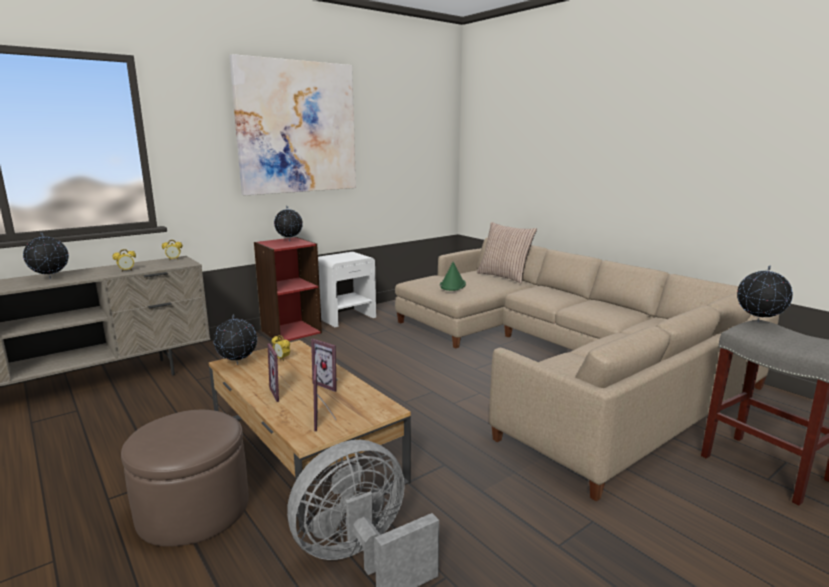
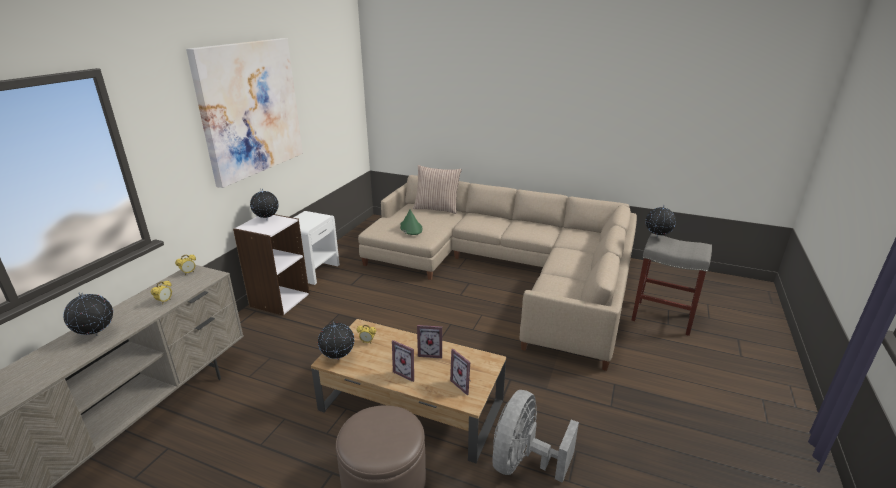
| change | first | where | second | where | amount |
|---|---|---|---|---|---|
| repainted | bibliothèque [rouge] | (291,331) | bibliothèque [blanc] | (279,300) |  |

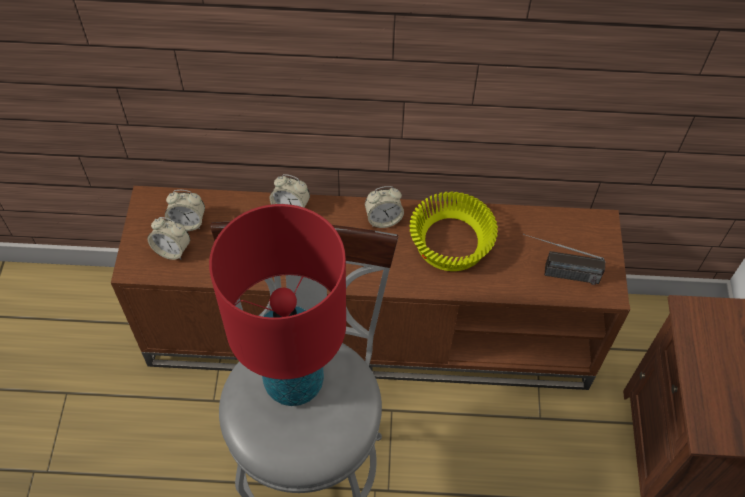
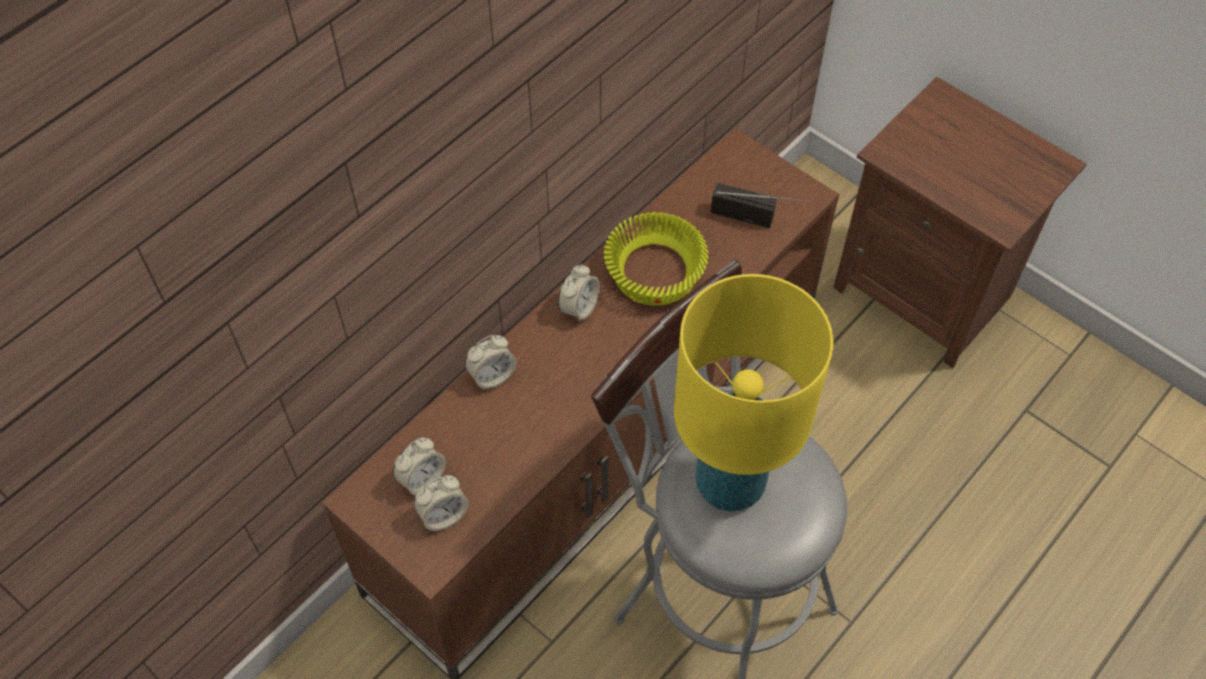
| change | first | where | second | where | amount |
|---|---|---|---|---|---|
| repainted | lampe de table [rouge] | (293,380) | lampe de table [jaune] | (729,482) |  |
| rotated | radio | (556,273) |  | (758,218) | 120 degrees counterclockwise |

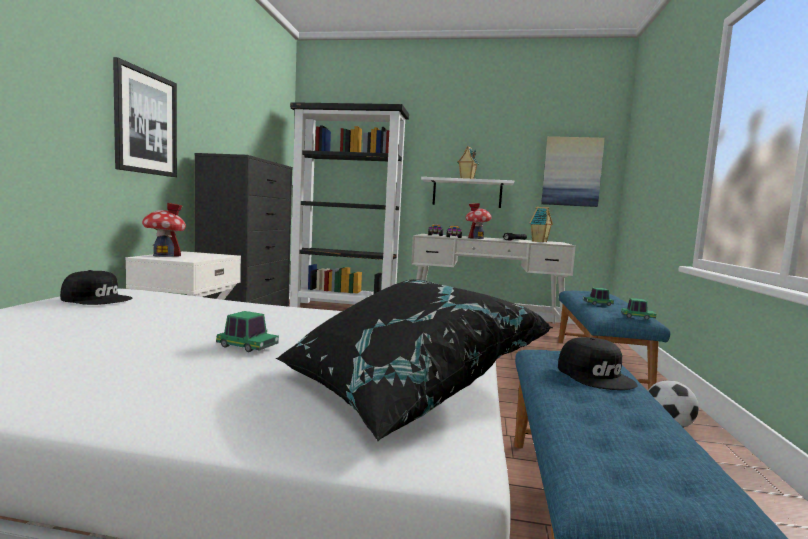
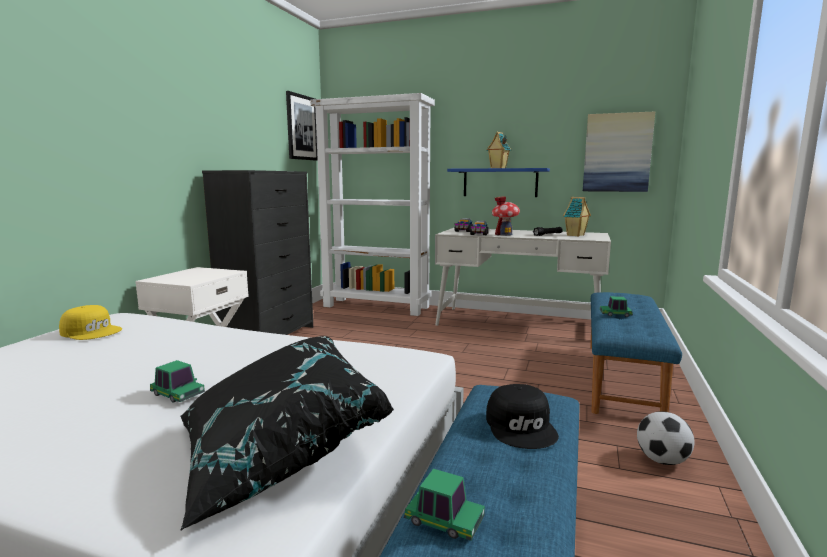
| change | first | where | second | where | amount |
|---|---|---|---|---|---|
| shifted | tableau | (145,123) |  | (302,127) |  |
| repainted | bibliothèque [noir] | (344,308) | bibliothèque [blanc] | (377,306) |  |
| repainted | étagère [blanc] | (467,193) | étagère [bleu] | (500,182) |  |
| gone | maison miniature | (164,255) |  |  |  |
| repainted | casquette [noir] | (97,299) | casquette [jaune] | (92,331) |  |
| shifted | petite voiture | (637,317) |  | (444,521) |  |

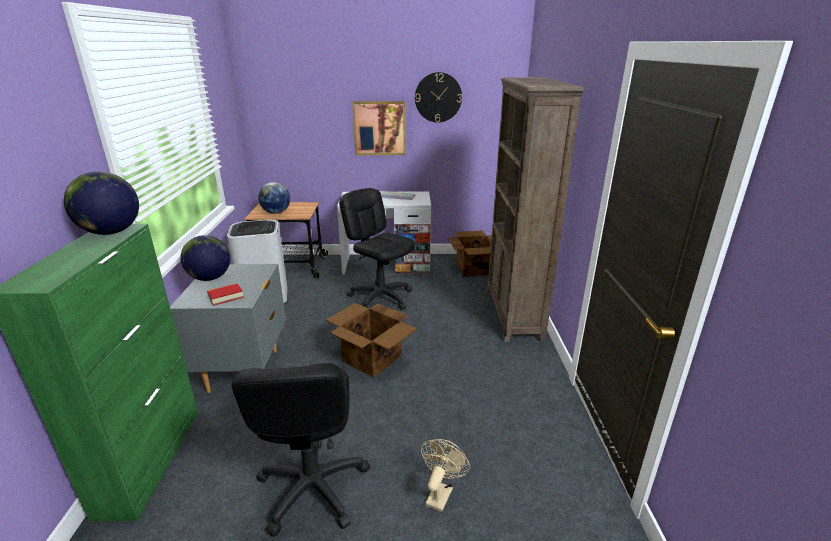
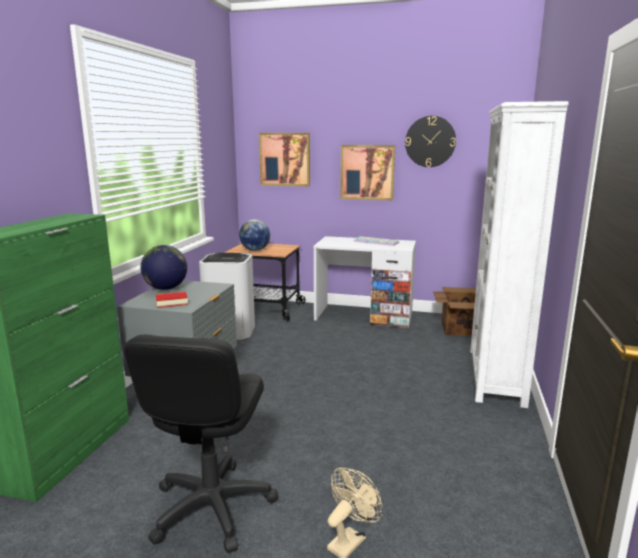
| change | first | where | second | where | amount |
|---|---|---|---|---|---|
| repainted | bibliothèque [marron] | (513,314) | bibliothèque [blanc] | (495,376) |  |
| gone | globe | (111,232) |  |  |  |
| gone | chaise de bureau [noir] | (381,297) |  |  |  |
| gone | carton | (372,359) |  |  |  |
| new |  |  | tableau | (285,159) |  |

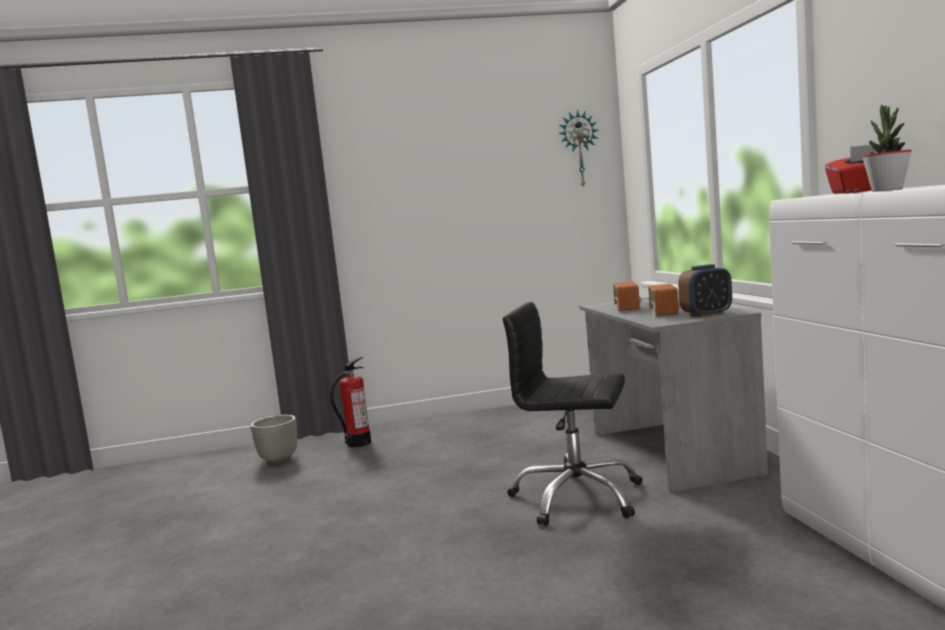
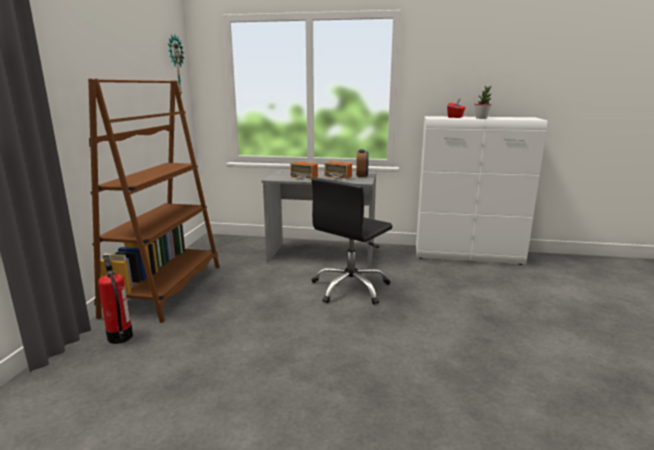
| change | first | where | second | where | amount |
|---|---|---|---|---|---|
| gone | cache-pot [gris] | (279,460) |  |  |  |
| new |  |  | bibliothèque [marron] | (165,290) |  |

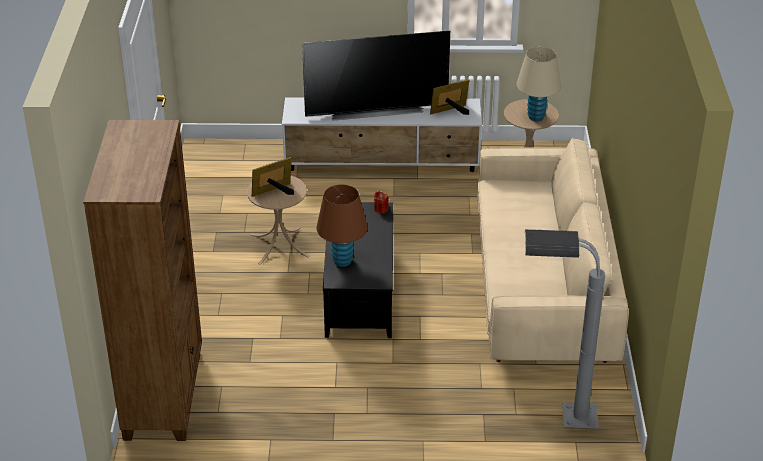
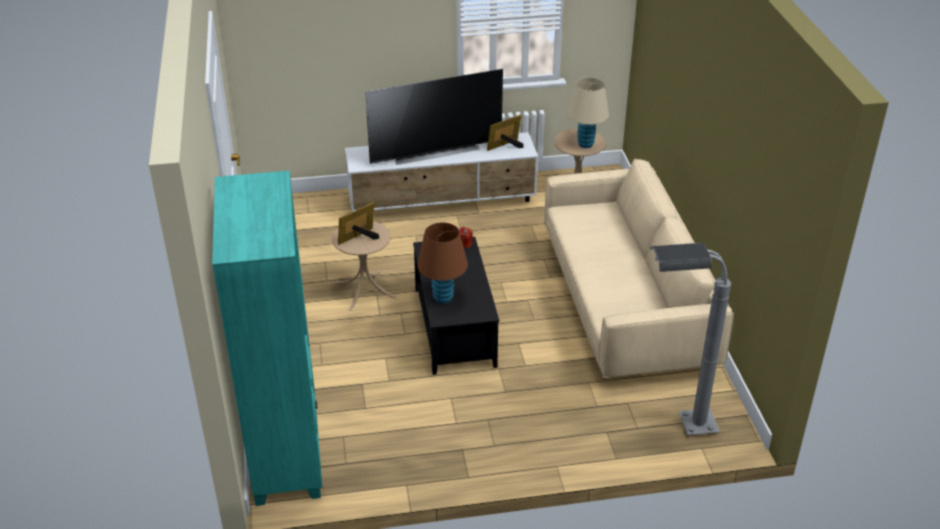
| change | first | where | second | where | amount |
|---|---|---|---|---|---|
| repainted | bibliothèque [marron] | (164,395) | bibliothèque [turquoise] | (287,453) |  |

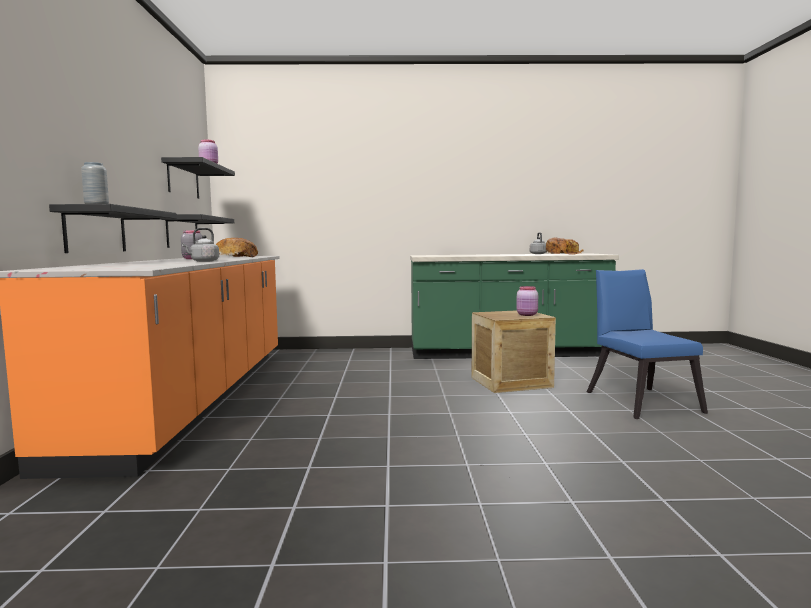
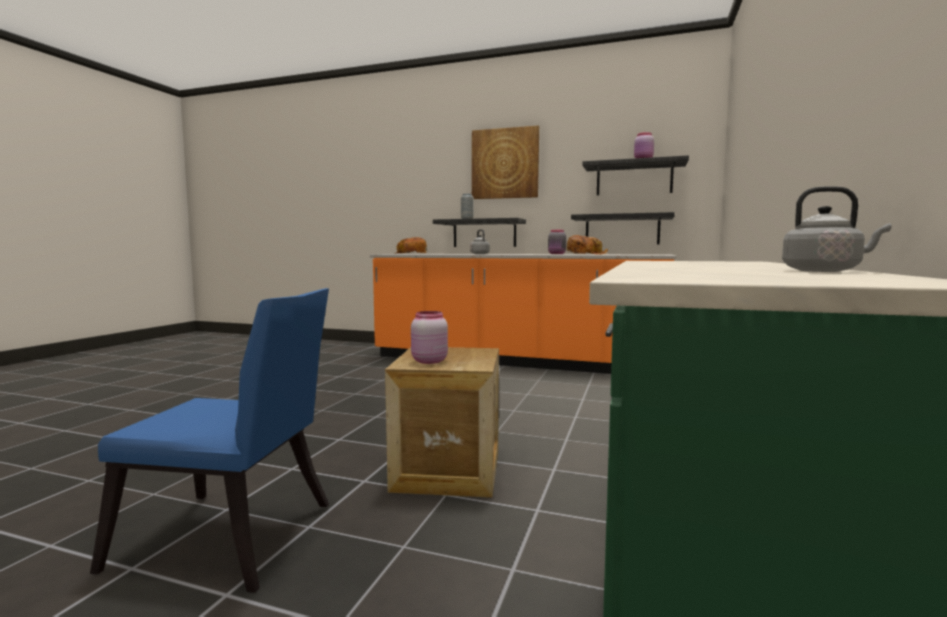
| change | first | where | second | where | amount |
|---|---|---|---|---|---|
| shifted | pain | (563,254) |  | (410,253) |  |
| new |  |  | tableau | (505,163) |  |

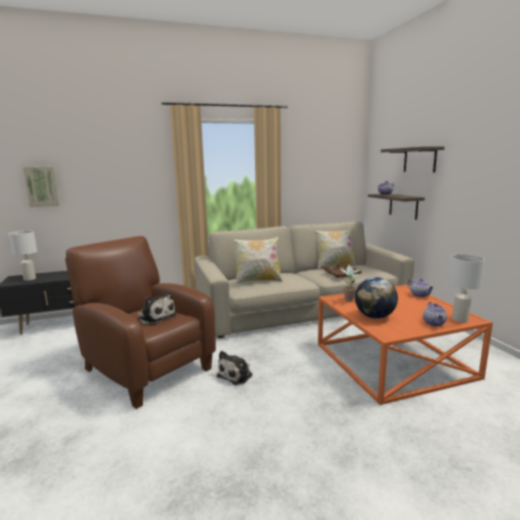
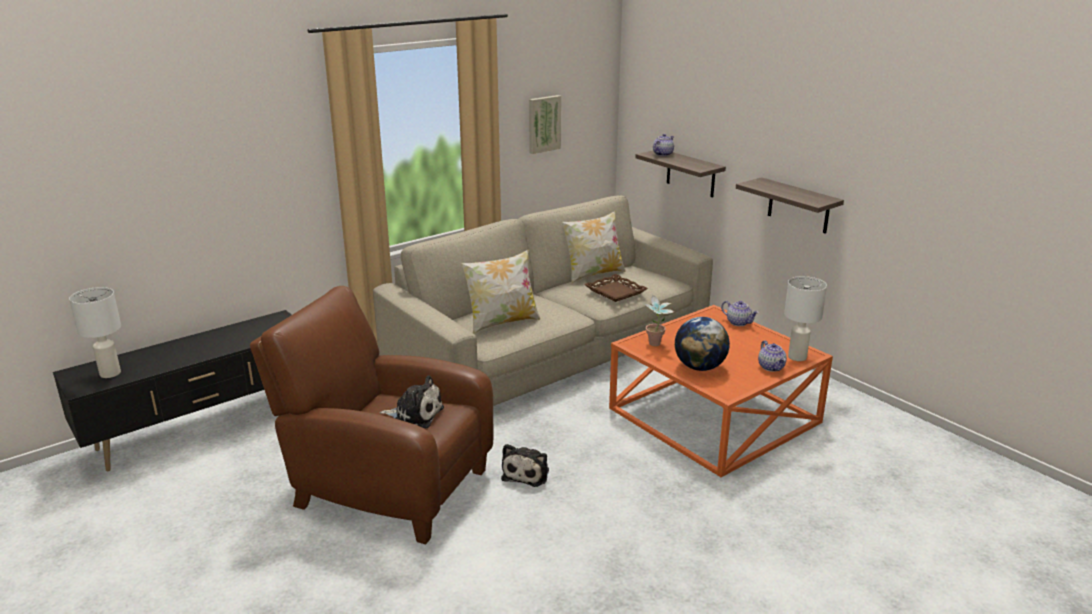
| change | first | where | second | where | amount |
|---|---|---|---|---|---|
| shifted | étagère | (419,160) |  | (798,206) |  |
| shifted | tableau | (42,186) |  | (543,124) |  |

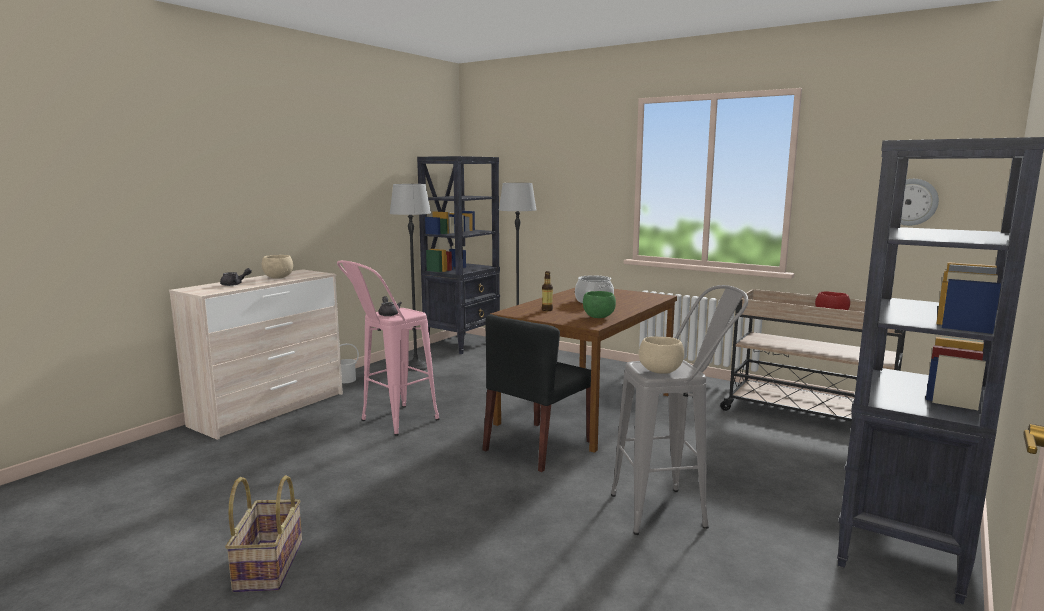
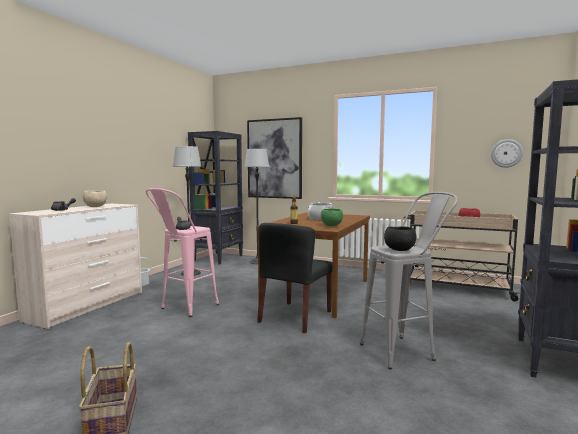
| change | first | where | second | where | amount |
|---|---|---|---|---|---|
| repainted | bol [beige] | (660,372) | bol [noir] | (399,250) |  |
| new |  |  | tableau | (274,158) |  |

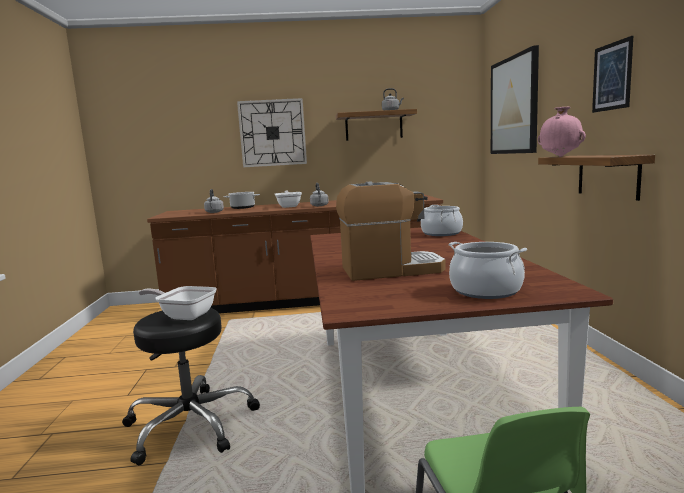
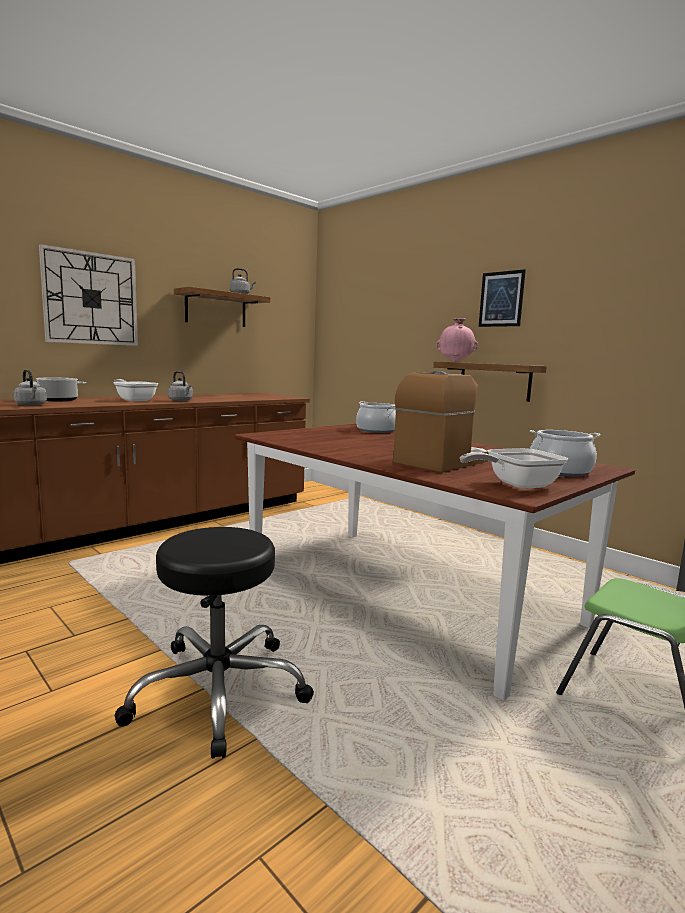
| change | first | where | second | where | amount |
|---|---|---|---|---|---|
| gone | tableau | (514,105) |  |  |  |
| shifted | poêle | (184,315) |  | (516,485) |  |

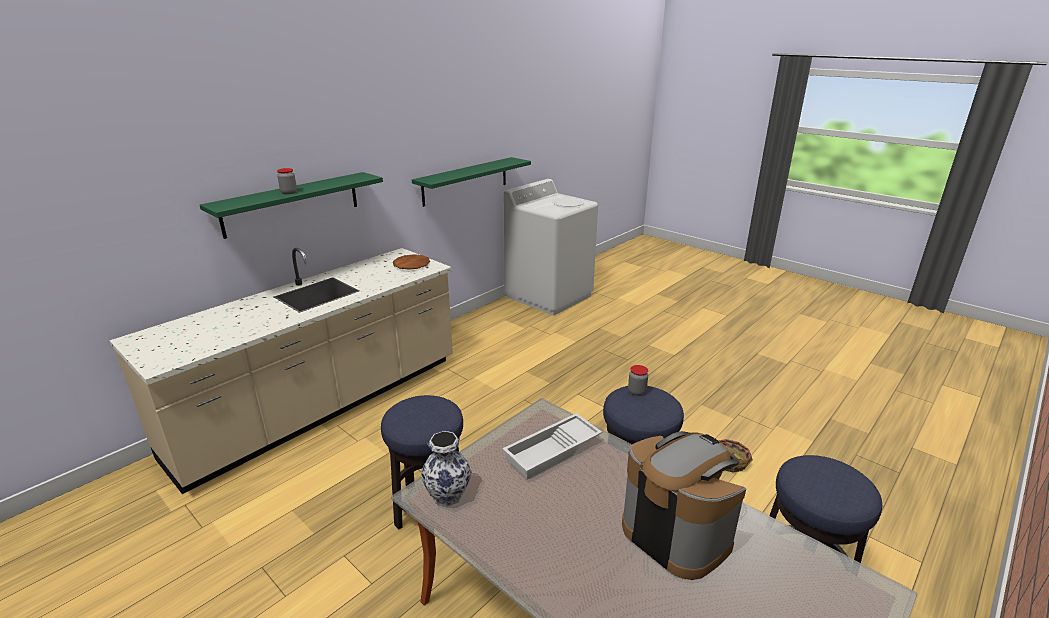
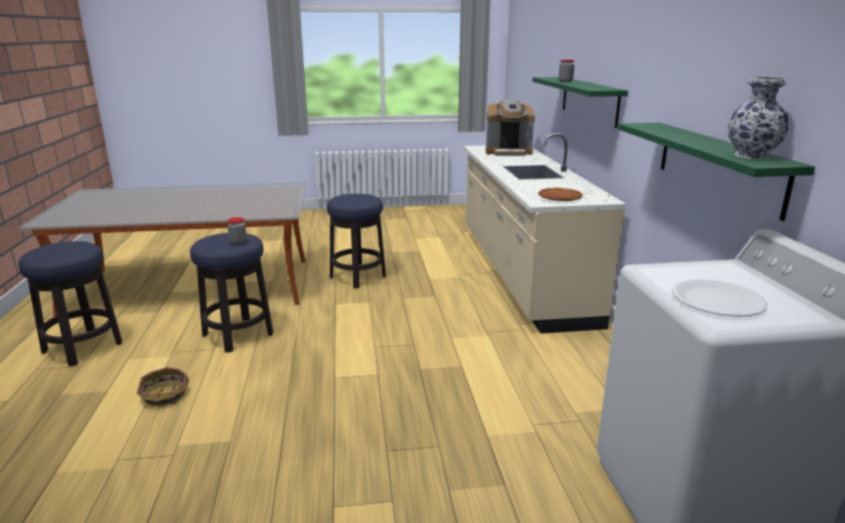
| change | first | where | second | where | amount |
|---|---|---|---|---|---|
| gone | plateau [blanc] | (553,451) |  |  |  |
| shifted | vase | (448,494) |  | (752,156) |  |
| shifted | machine à café | (675,533) |  | (508,152) |  |

